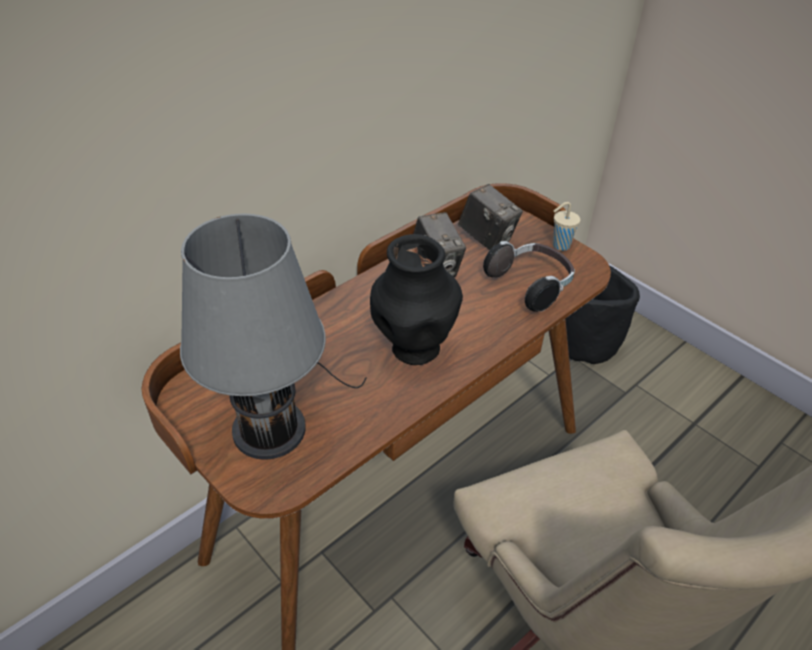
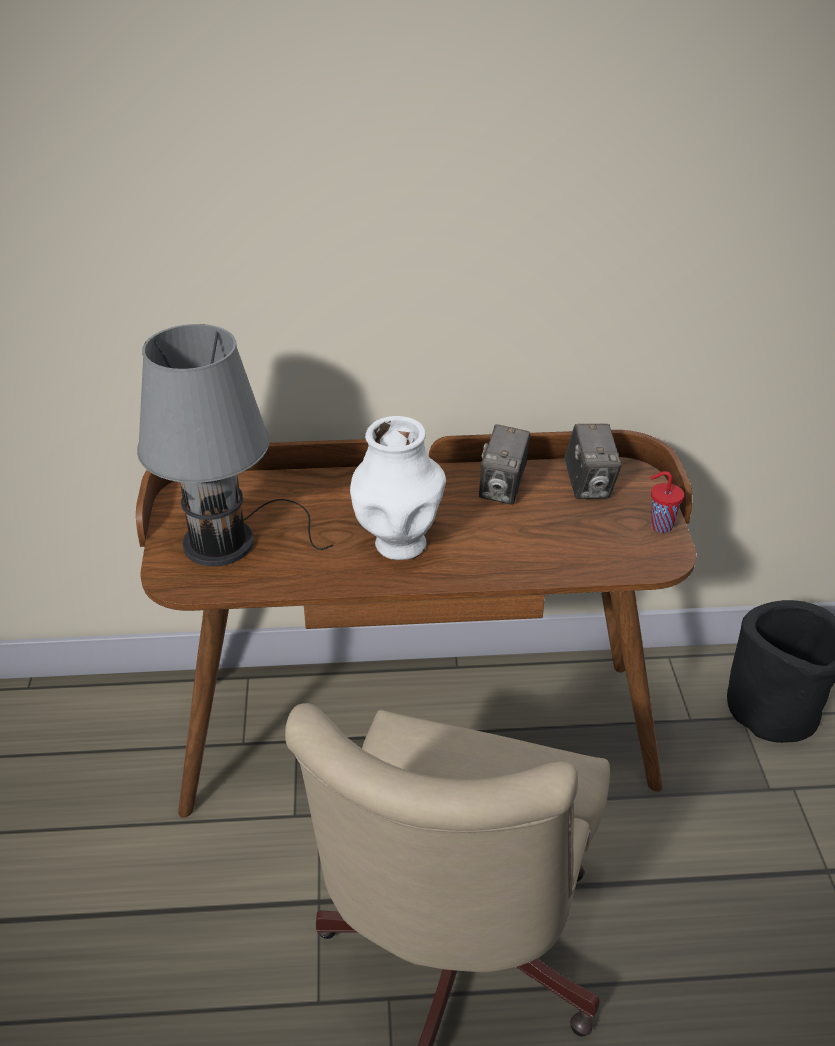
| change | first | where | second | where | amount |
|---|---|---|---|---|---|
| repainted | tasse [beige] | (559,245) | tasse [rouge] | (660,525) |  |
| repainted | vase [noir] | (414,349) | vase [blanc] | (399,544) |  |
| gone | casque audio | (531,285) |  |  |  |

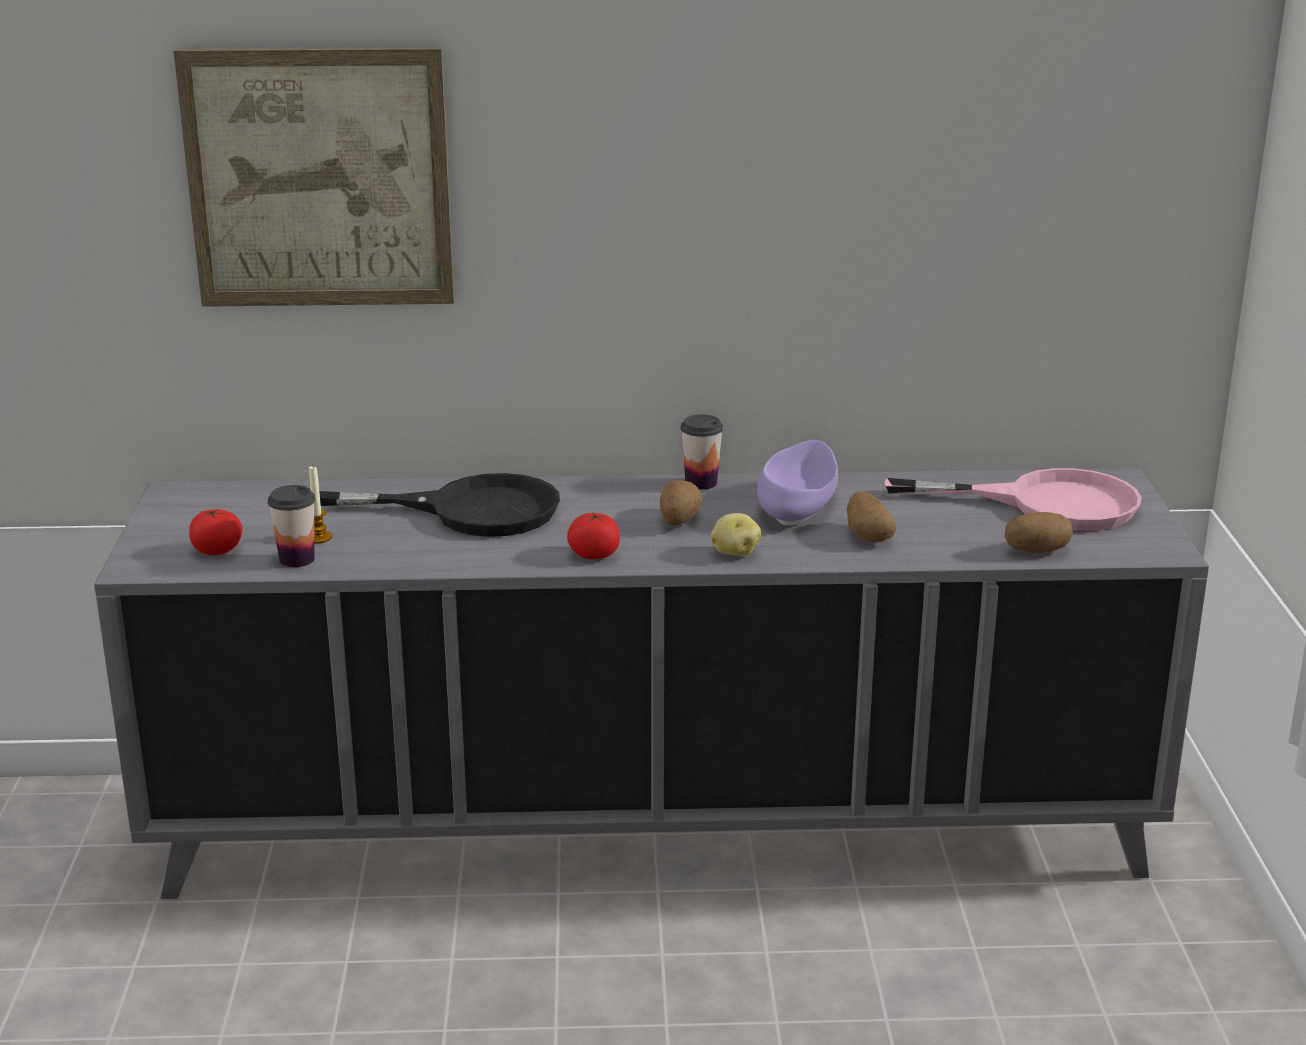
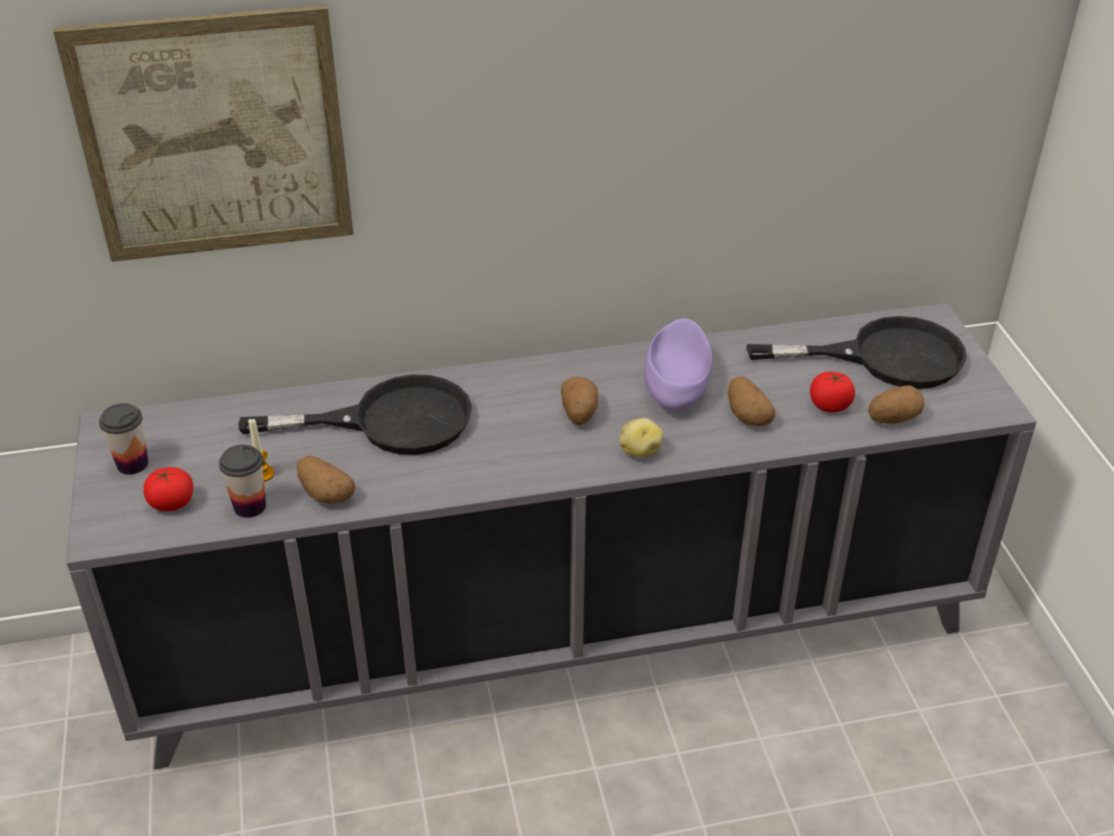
| change | first | where | second | where | amount |
|---|---|---|---|---|---|
| shifted | tasse | (701,483) |  | (132,464) |  |
| repainted | poêle [rose] | (1047,504) | poêle [noir] | (885,357) |  |
| shifted | tomate | (594,555) |  | (830,405) |  |
| new |  |  | pomme de terre | (325,494) |  |

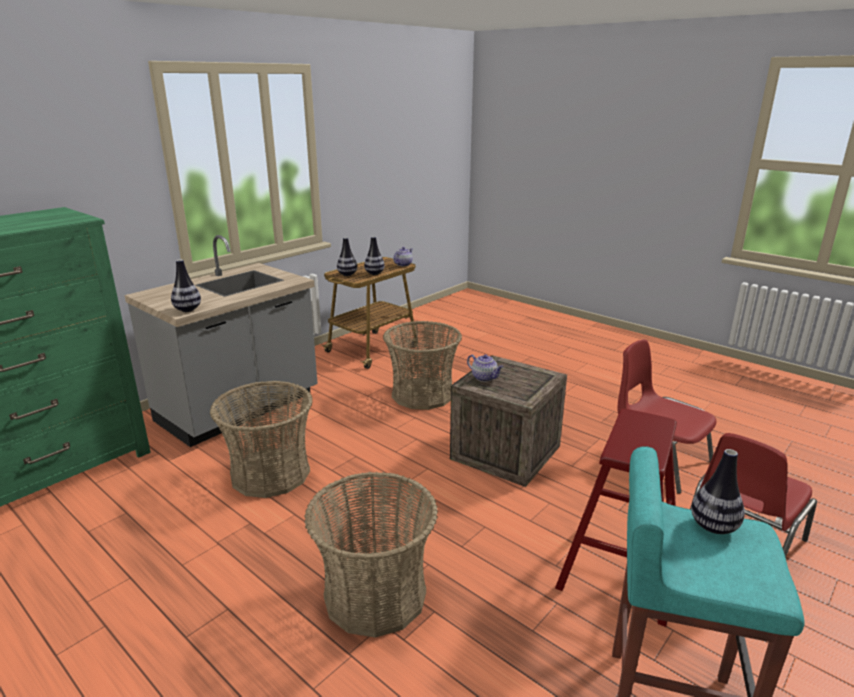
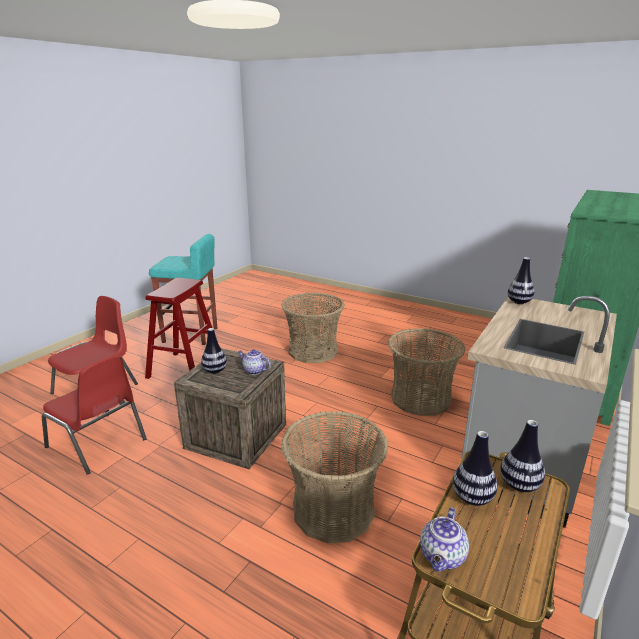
| change | first | where | second | where | amount |
|---|---|---|---|---|---|
| shifted | vase | (713,526) |  | (214,371) |  |

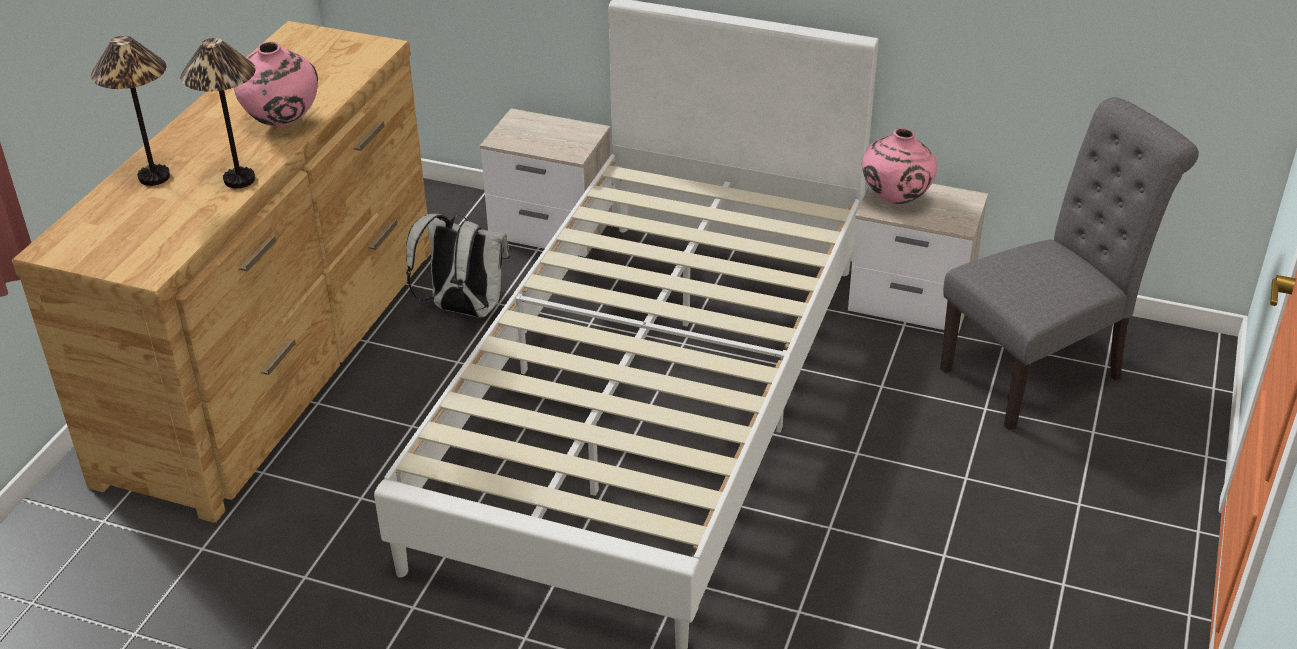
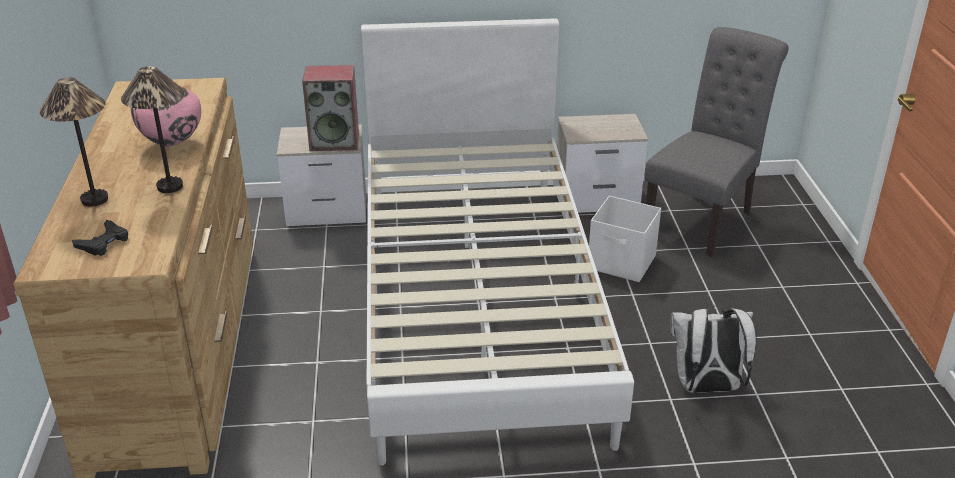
| change | first | where | second | where | amount |
|---|---|---|---|---|---|
| gone | vase [rose] | (895,200) |  |  |  |
| shifted | sac à dos [blanc] | (463,309) |  | (706,388) |  |
| new |  |  | enceinte | (335,141) |  |
| new |  |  | boîte de rangement [blanc] | (622,263) |  |
| new |  |  | manette [noir] | (103,243) |  |

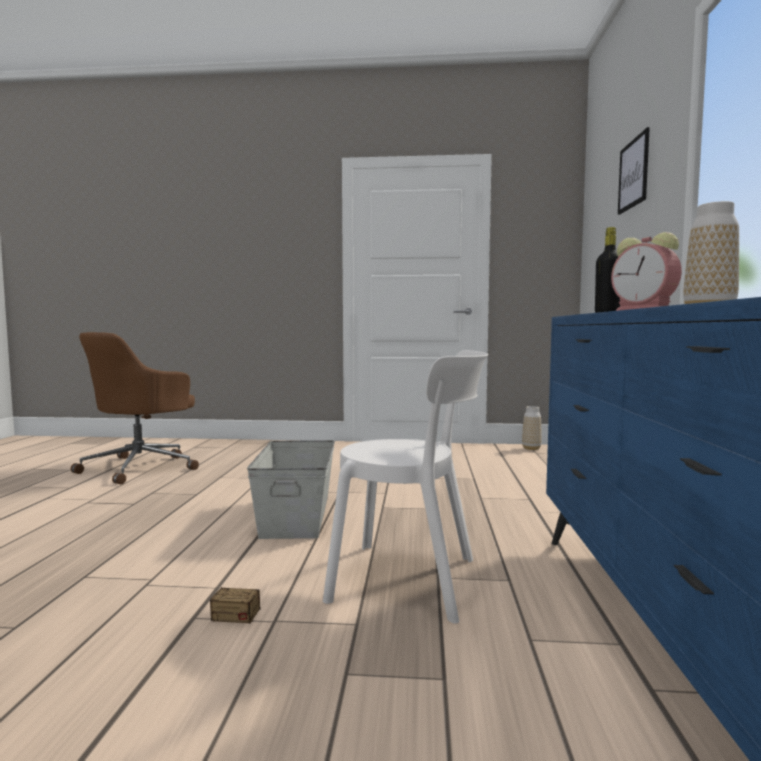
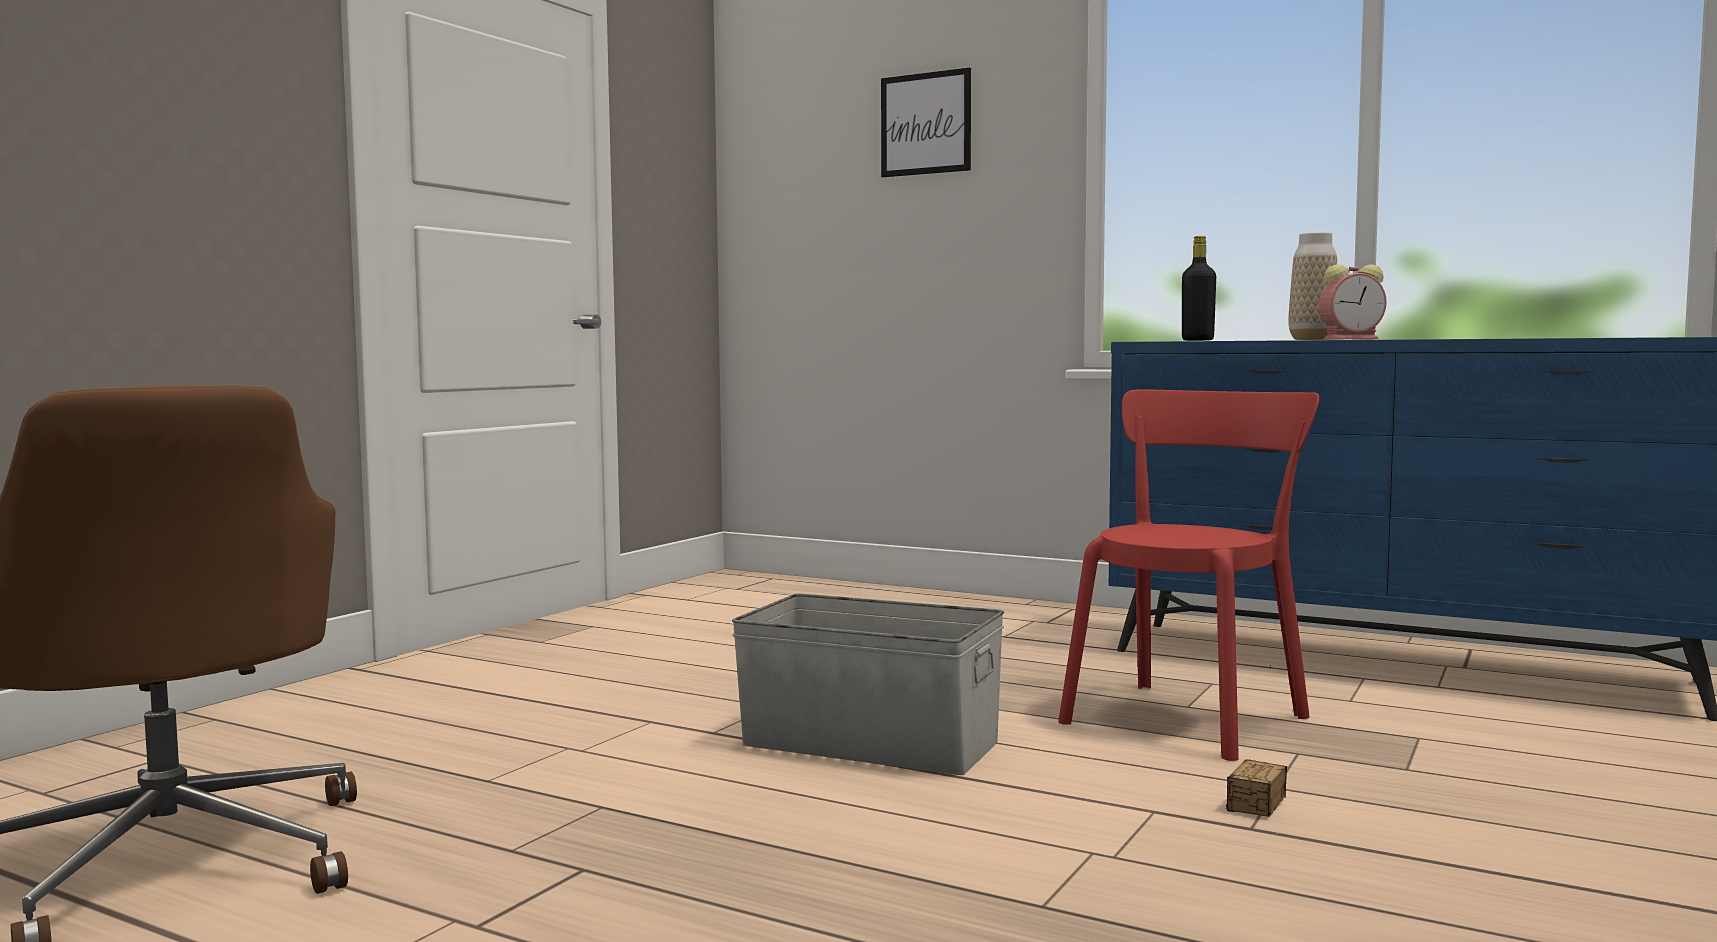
| change | first | where | second | where | amount |
|---|---|---|---|---|---|
| repainted | chaise [blanc] | (412,580) | chaise [rouge] | (1189,716) |  |
| gone | vase | (531,448) |  |  |  |

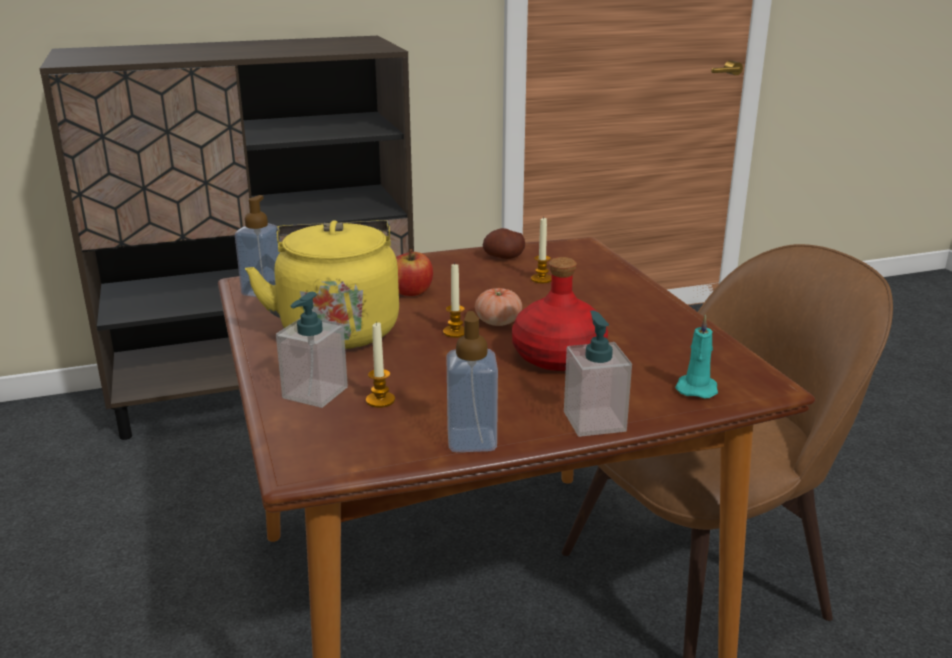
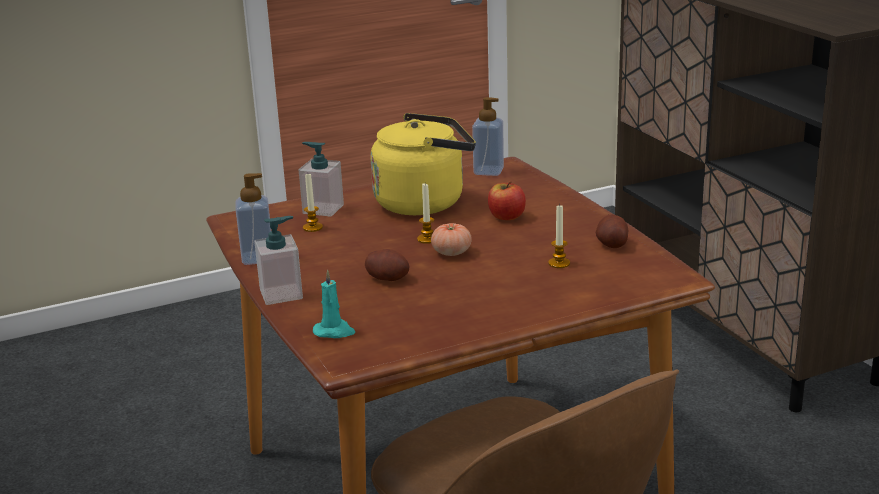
| change | first | where | second | where | amount |
|---|---|---|---|---|---|
| swapped | bouteille [rouge] | (559,356) | pomme de terre | (388,278) |  |

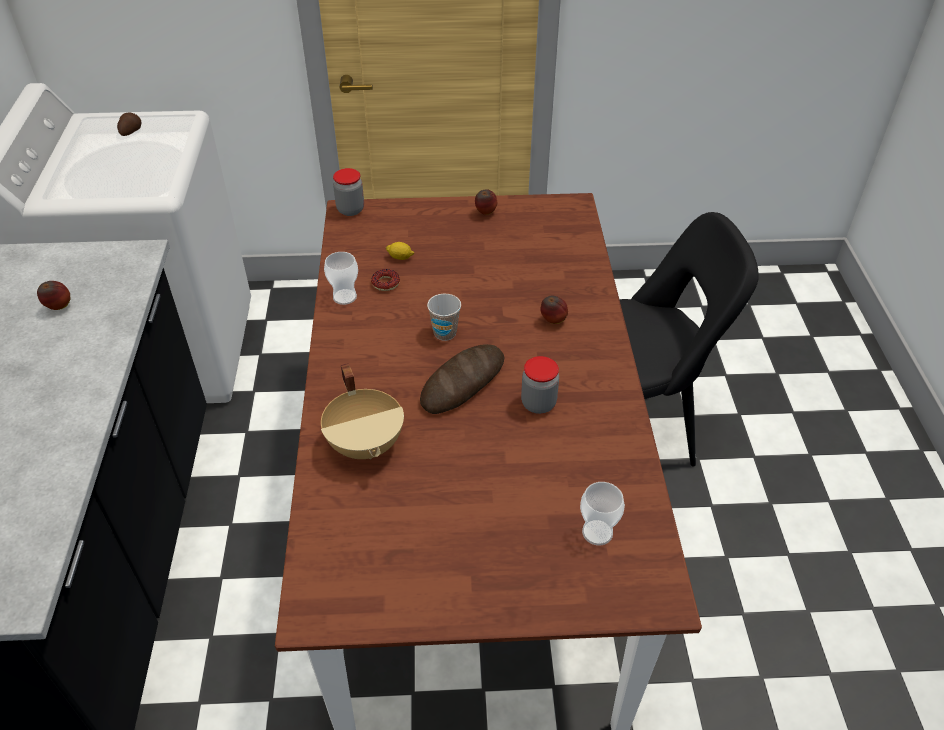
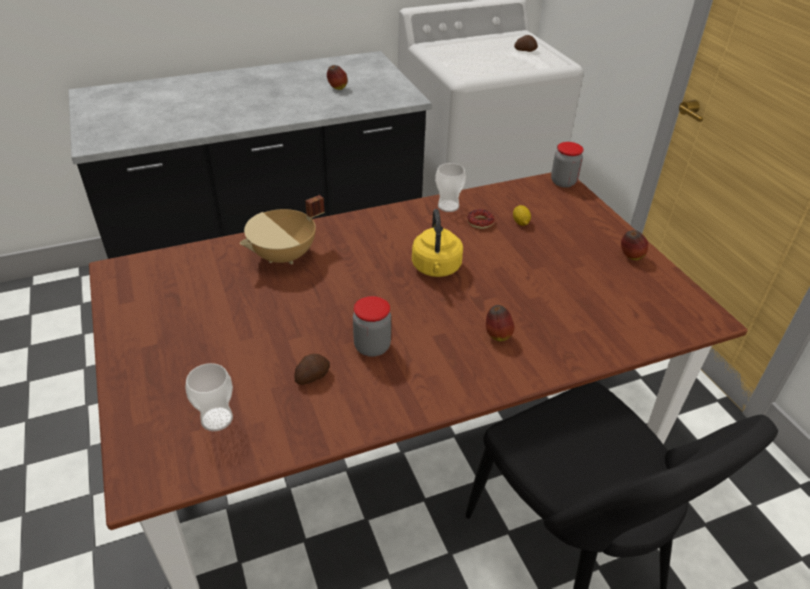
| change | first | where | second | where | amount |
|---|---|---|---|---|---|
| swapped | tasse | (445,333) | bouilloire [jaune] | (436,269) |  |
| gone | pain | (463,383) |  |  |  |
| new |  |  | pomme de terre | (312,376) |  |

